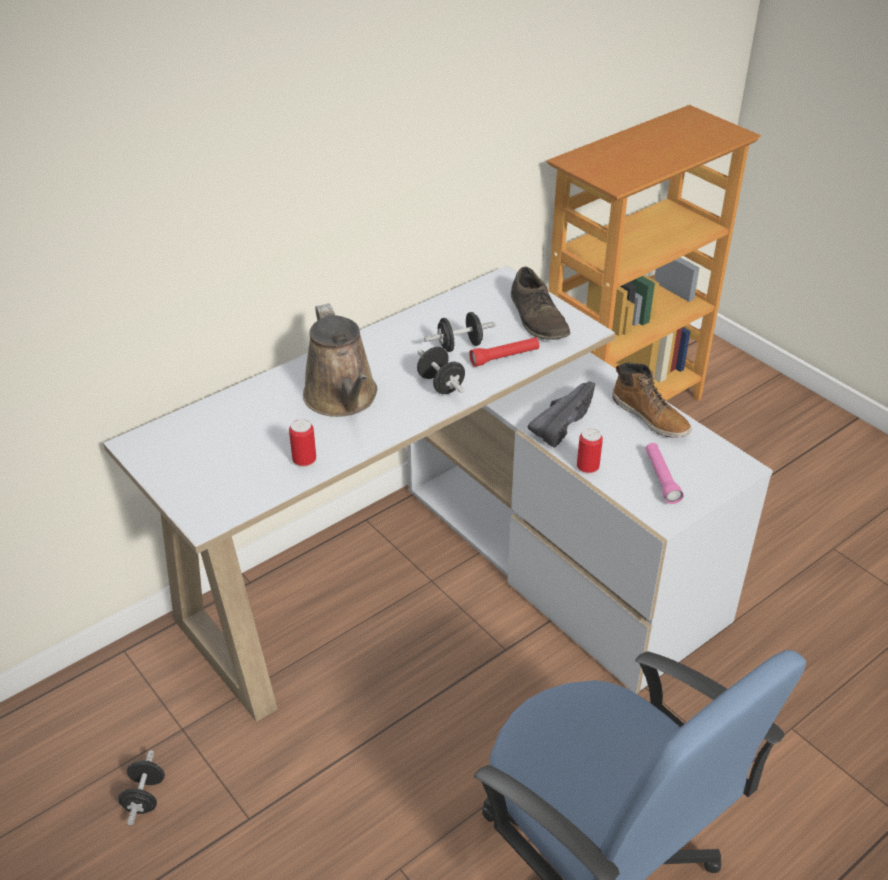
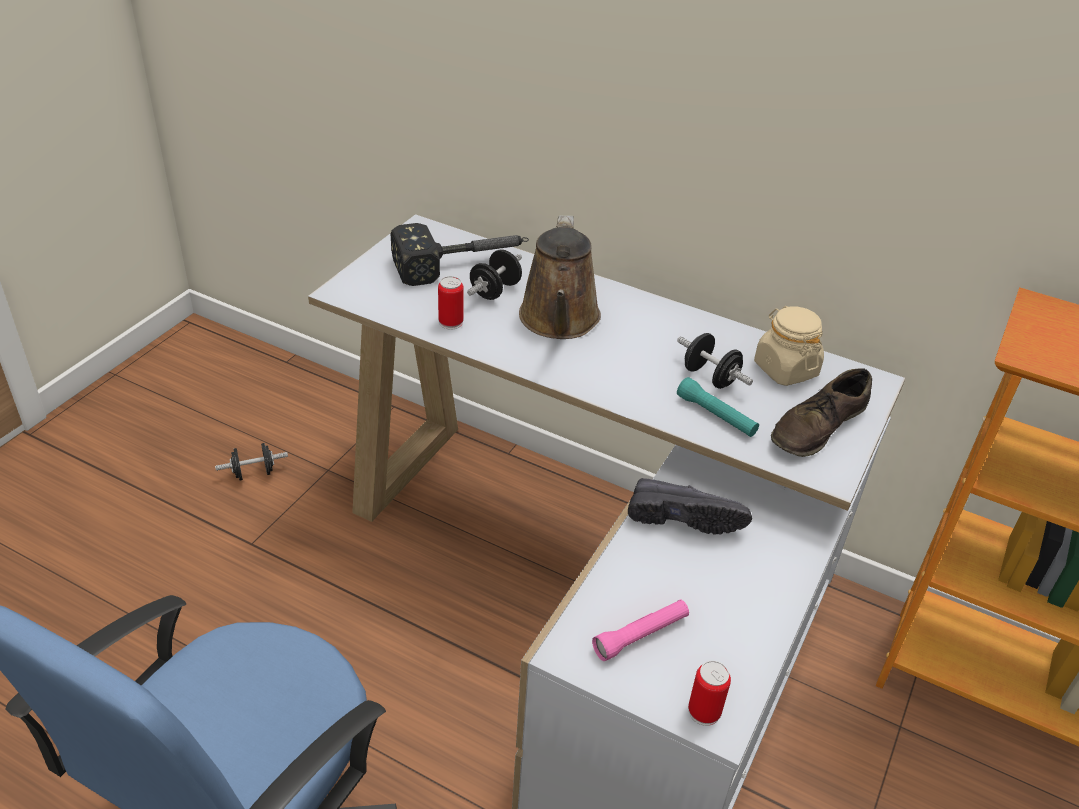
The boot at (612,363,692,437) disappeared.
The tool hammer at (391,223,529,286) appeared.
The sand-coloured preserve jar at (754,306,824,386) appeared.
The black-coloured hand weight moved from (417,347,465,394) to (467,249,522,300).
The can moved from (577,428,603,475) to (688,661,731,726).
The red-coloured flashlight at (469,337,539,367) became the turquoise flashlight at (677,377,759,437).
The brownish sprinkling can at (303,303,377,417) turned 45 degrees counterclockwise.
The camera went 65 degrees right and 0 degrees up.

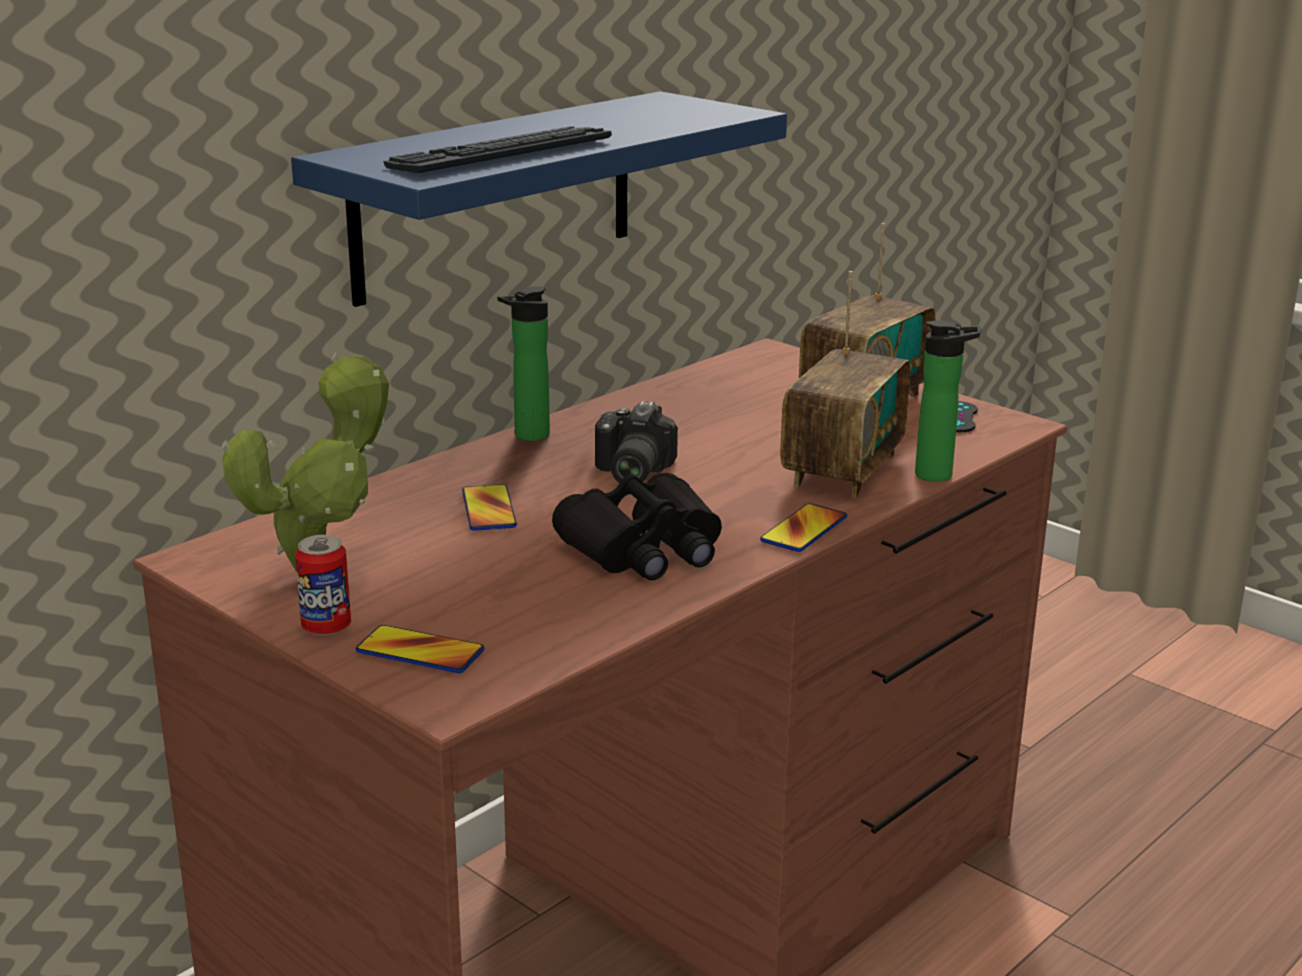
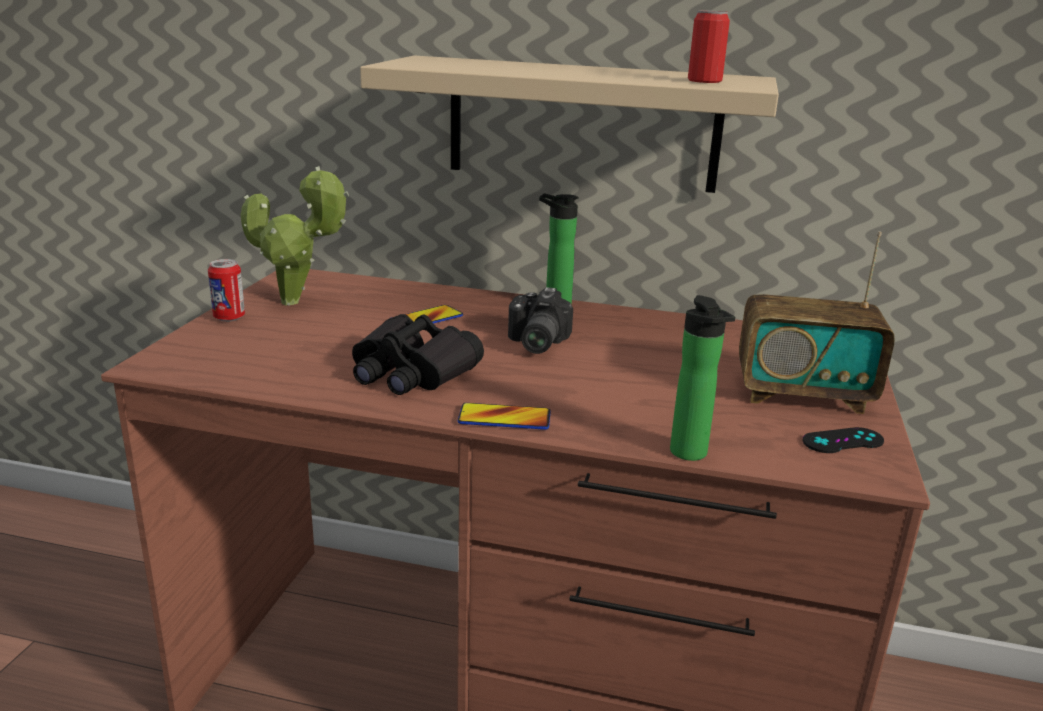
The phone at (356,625,484,673) disappeared.
The keyboard at (383,126,612,173) disappeared.
The radio at (780,271,911,499) disappeared.
The can at (688,10,730,83) appeared.
The bluish shelf at (291,91,787,307) became the sand-coloured shelf at (360,56,779,193).
The photo camera at (595,401,678,483) turned 60 degrees counterclockwise.
The camera went 60 degrees right and 0 degrees up.

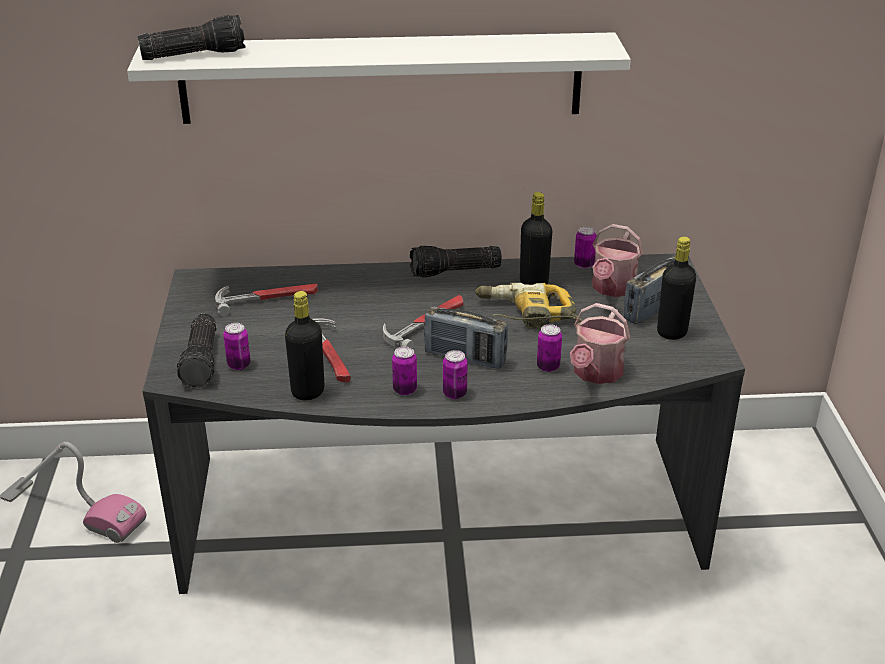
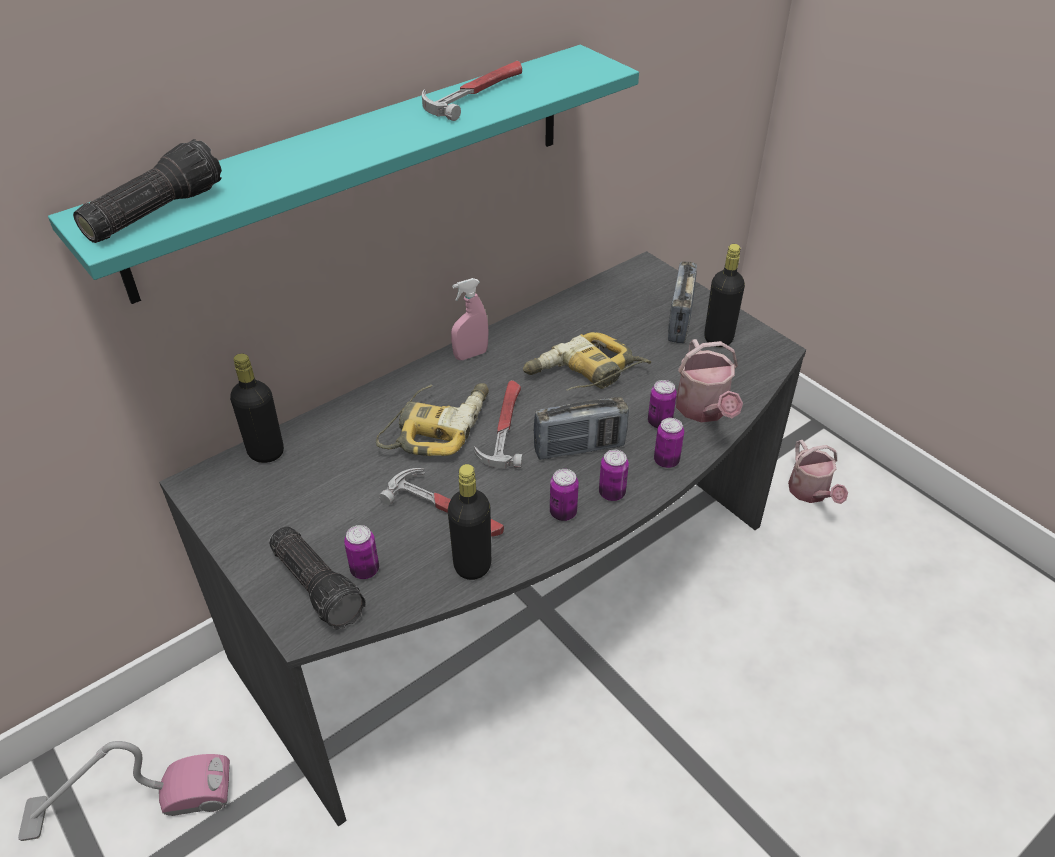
The drill at (376,383,489,456) appeared.
The tool hammer moved from (215,284,318,316) to (422,61,522,121).
The black-coloured bottle moved from (520,192,552,285) to (230,354,284,463).
The can moved from (574,227,597,269) to (654,418,684,468).
The sprinkling can moved from (592,224,643,297) to (788,440,848,504).
The flashlight at (410,246,502,278) was replaced by the pink hand sprayer at (451,278,488,360).
The white shelf at (127,32,631,124) became the turquoise shelf at (48,45,639,304).
The camera went 35 degrees left and 10 degrees up.

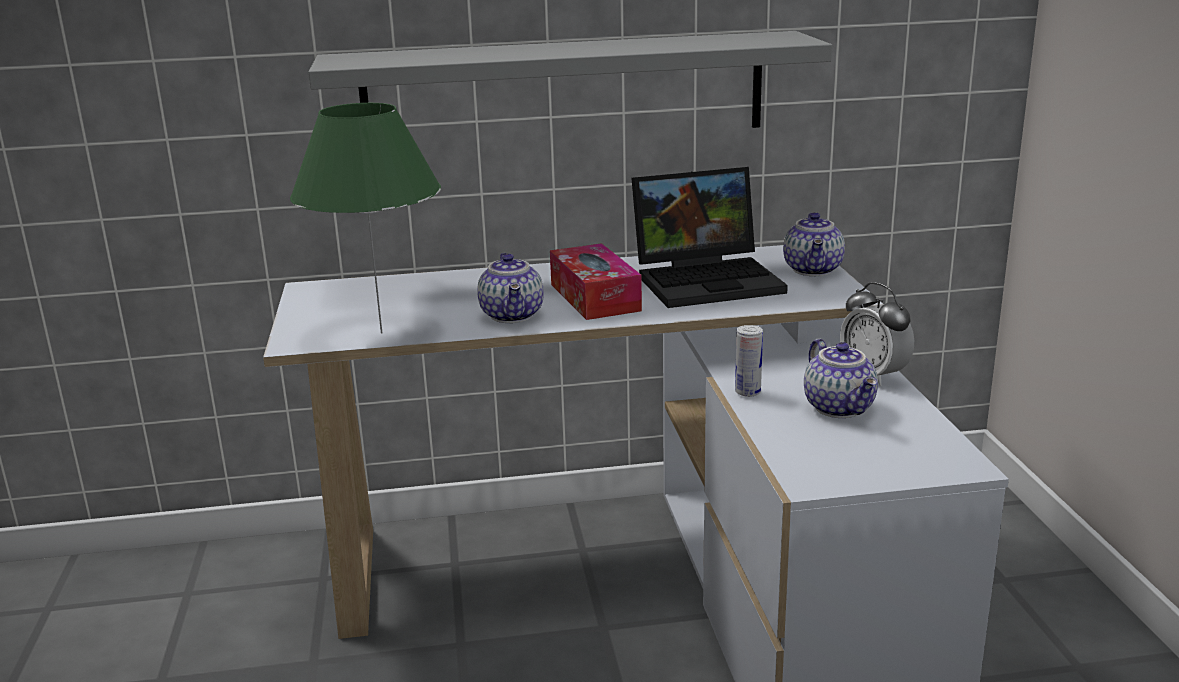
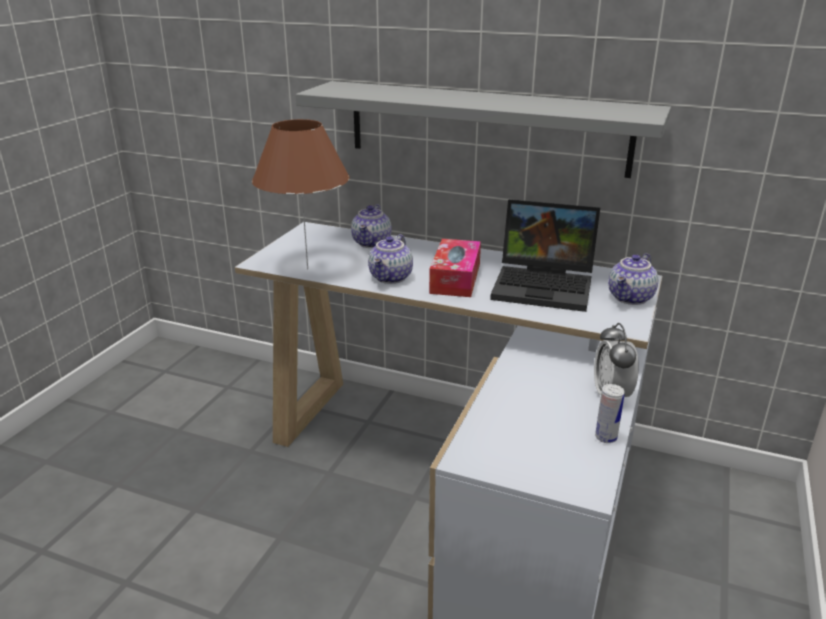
The can moved from (735,325,763,397) to (595,384,625,443).
The tea pot moved from (804,339,878,418) to (351,204,392,248).
The greenish lamp for a table at (290,103,441,334) became the brownish lamp for a table at (252,119,349,269).
The camera went 30 degrees right and 5 degrees up.

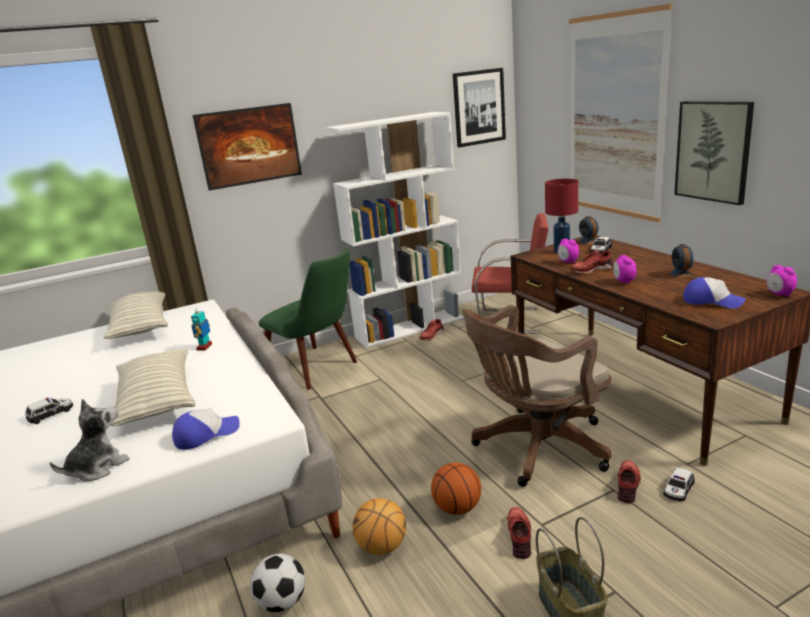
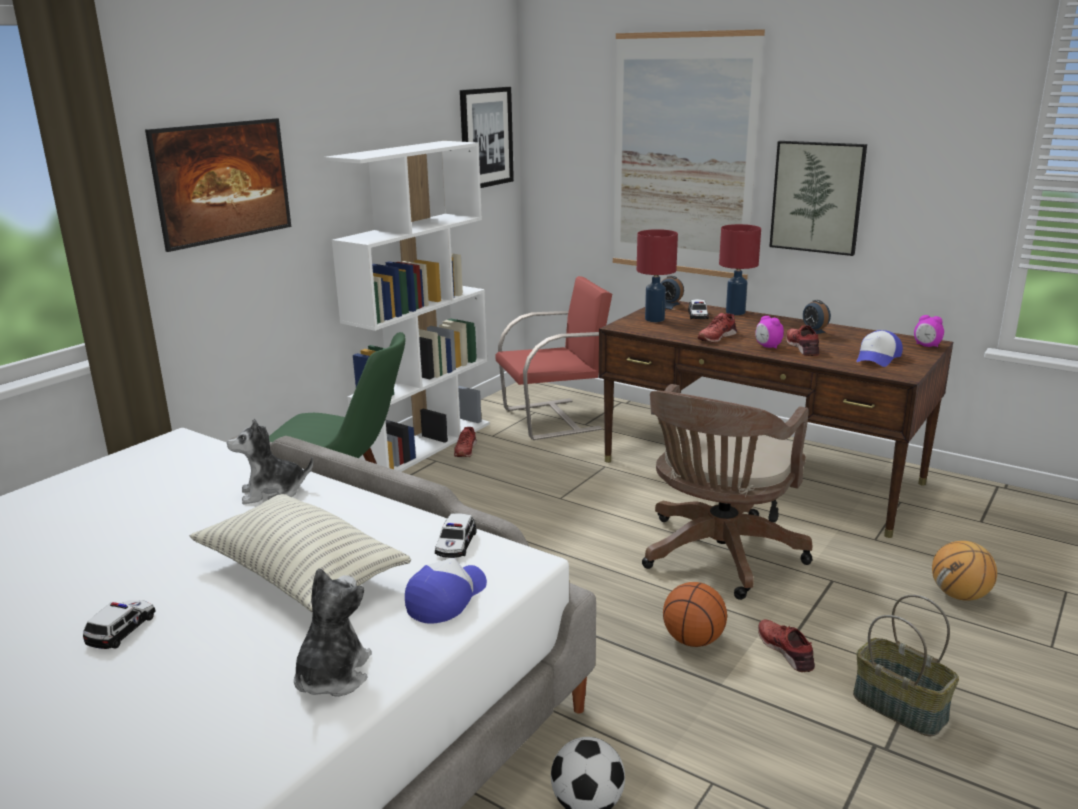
The pillow at (104,291,168,339) disappeared.
The table clock at (557,238,579,263) disappeared.
The red-coloured lamp for a table at (719,224,761,315) appeared.
The ball for basketball moved from (353,498,406,555) to (932,541,997,601).
The red-coloured shoe moved from (617,460,641,503) to (786,325,819,356).
The model car moved from (663,467,694,501) to (435,513,477,558).
The model robot at (191,307,212,351) was replaced by the soft toy at (227,419,313,504).
The cap at (683,277,746,309) turned 120 degrees clockwise.
The camera went 30 degrees left and 0 degrees up.

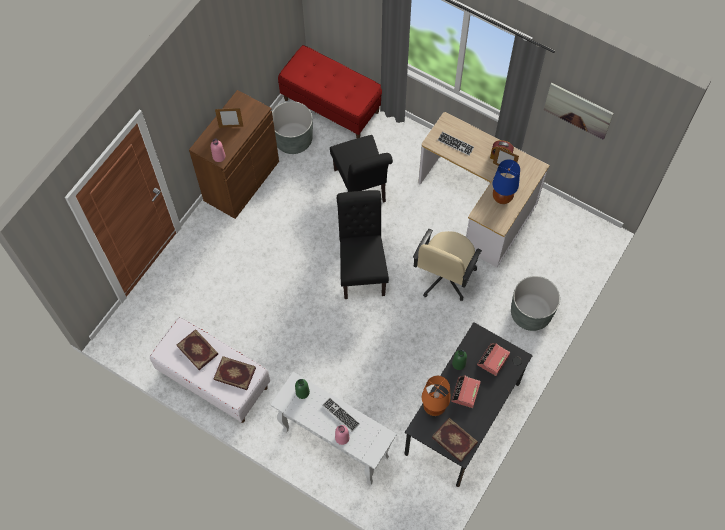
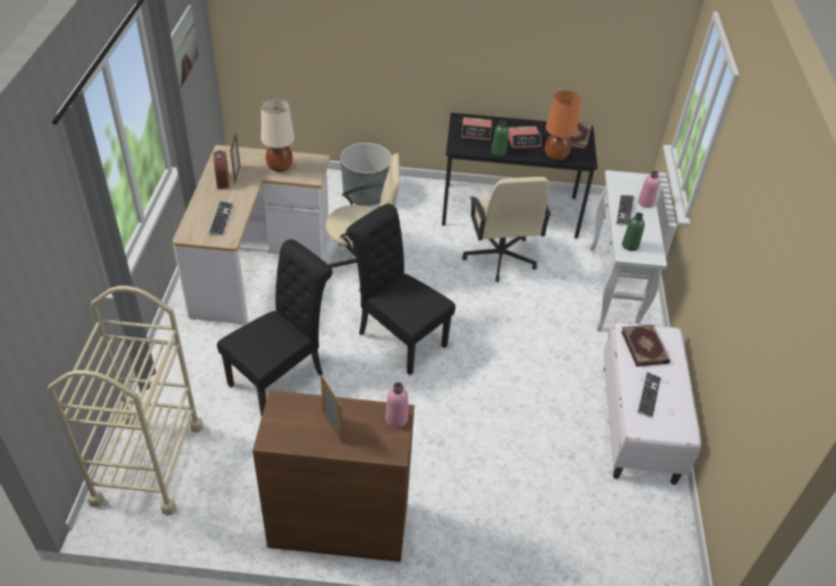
The gray flower pot at (272,101,313,154) disappeared.
The sand-coloured computer chair at (462,177,551,282) appeared.
The volume at (177,329,218,370) was replaced by the keyboard at (637,372,661,418).
The red-coloured long seat at (278,45,382,138) was replaced by the sand-coloured cart at (48,286,203,515).
The bluish lamp for a table at (492,160,520,204) became the sand-coloured lamp for a table at (261,99,294,172).
The black-coloured chair at (337,190,389,299) turned 75 degrees clockwise.
The camera went 120 degrees left and 20 degrees down.

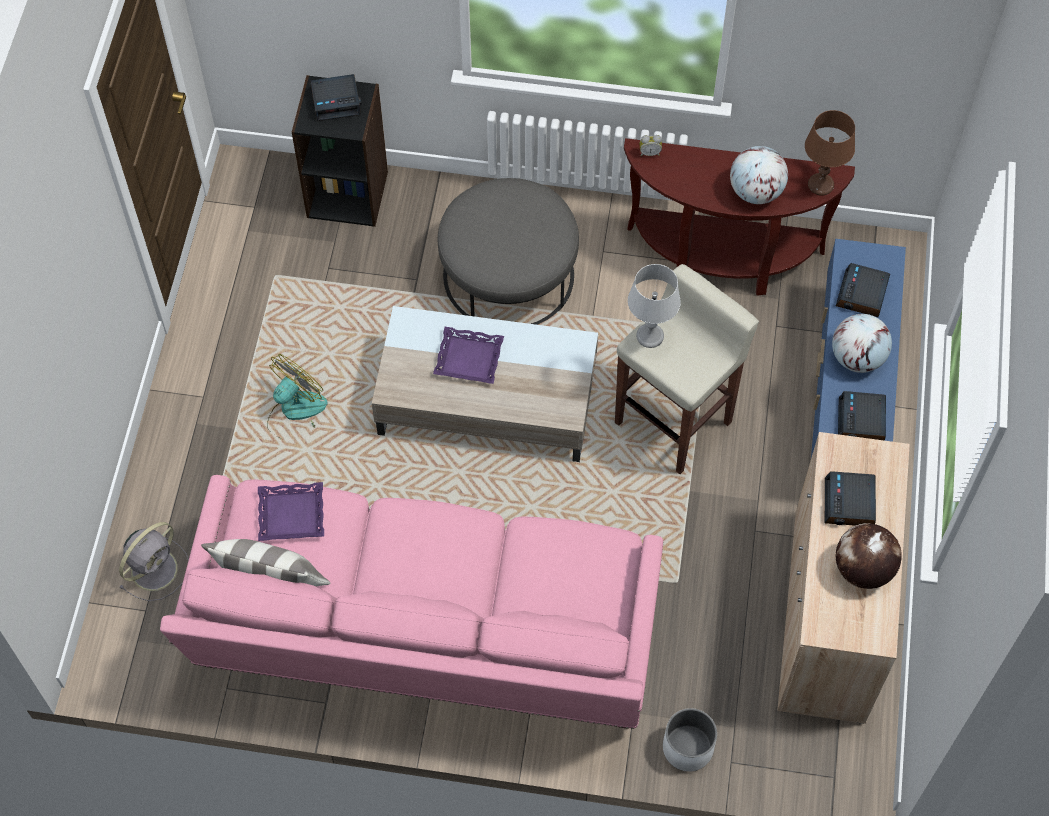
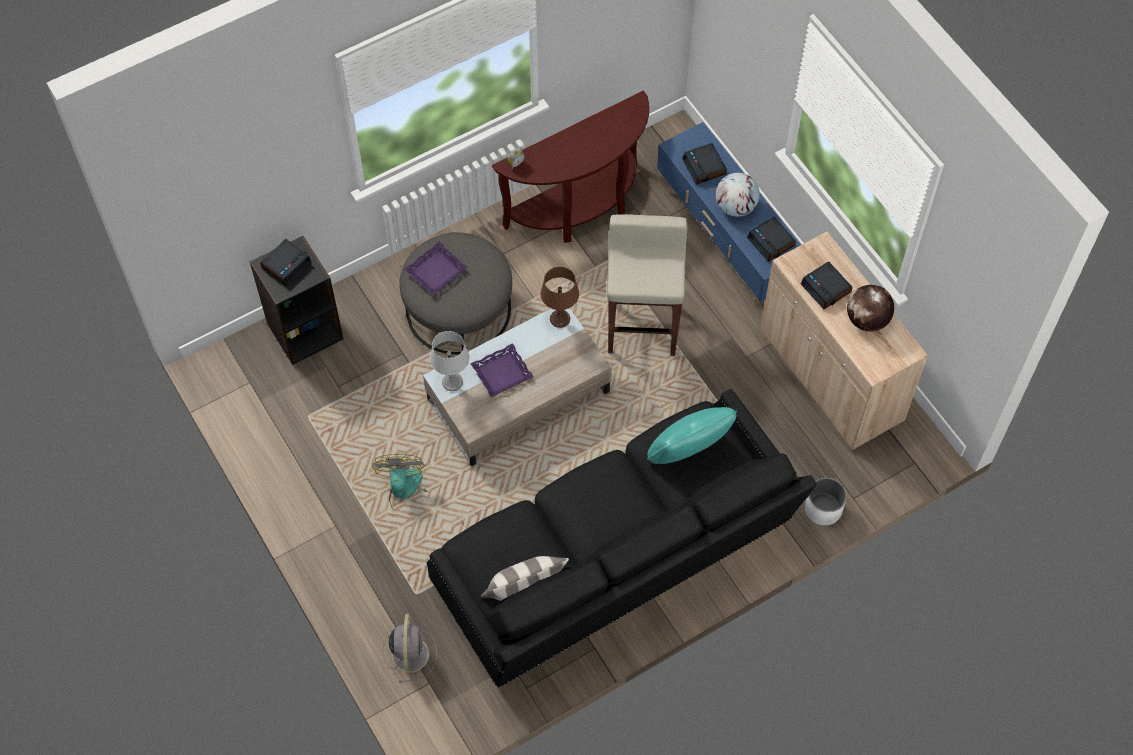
The world globe at (730,146,788,204) disappeared.
The turquoise pillow at (647,407,737,464) appeared.
The purple-coloured tray moved from (258,482,324,541) to (404,242,468,295).
The gray lamp for a table moved from (628,264,681,348) to (430,331,470,391).
The brownish lamp for a table moved from (805,110,855,196) to (541,267,579,328).
The pink settee at (160,475,664,729) became the black-coloured settee at (426,389,817,687).
The camera went 40 degrees left and 0 degrees up.

